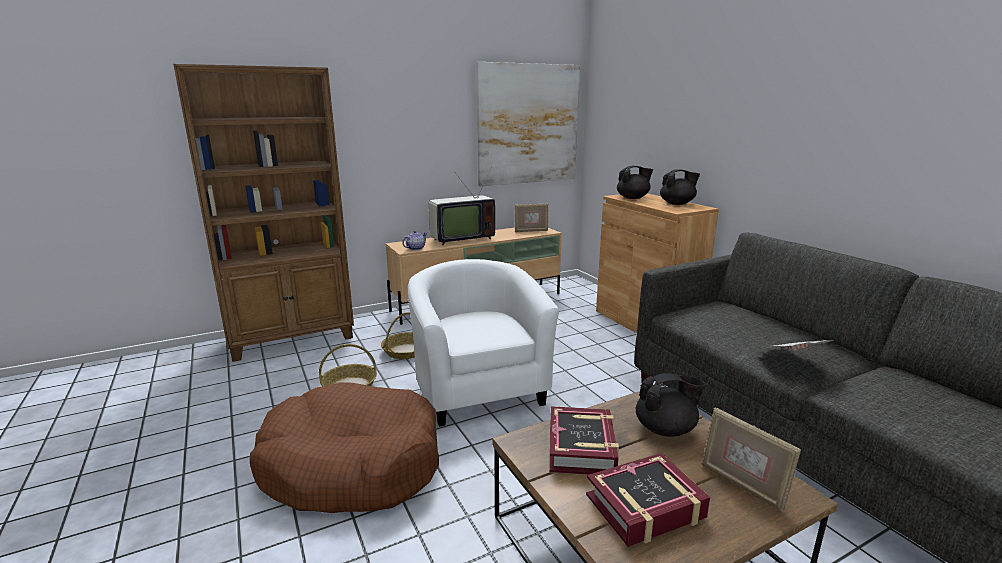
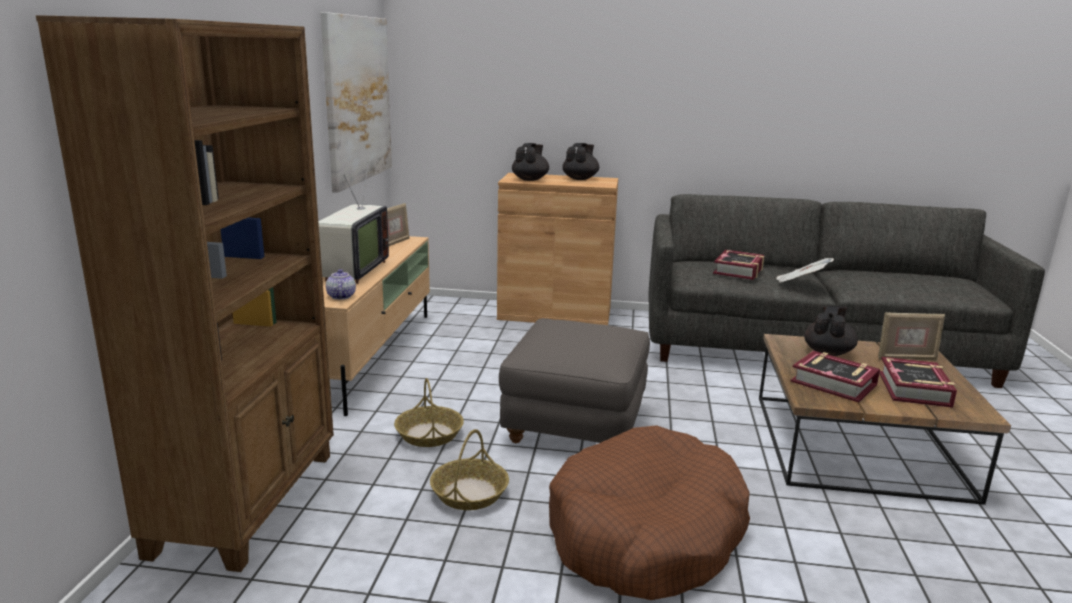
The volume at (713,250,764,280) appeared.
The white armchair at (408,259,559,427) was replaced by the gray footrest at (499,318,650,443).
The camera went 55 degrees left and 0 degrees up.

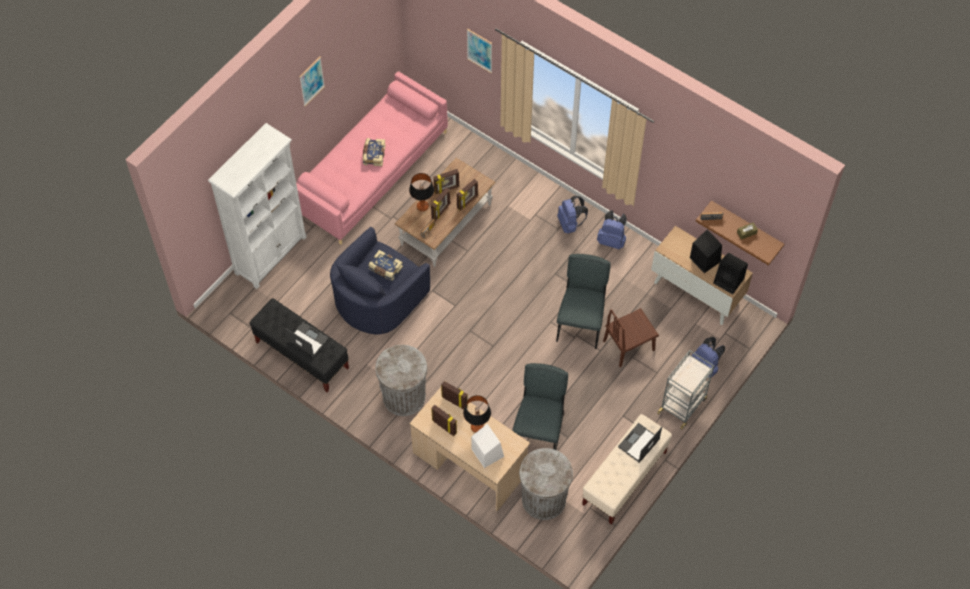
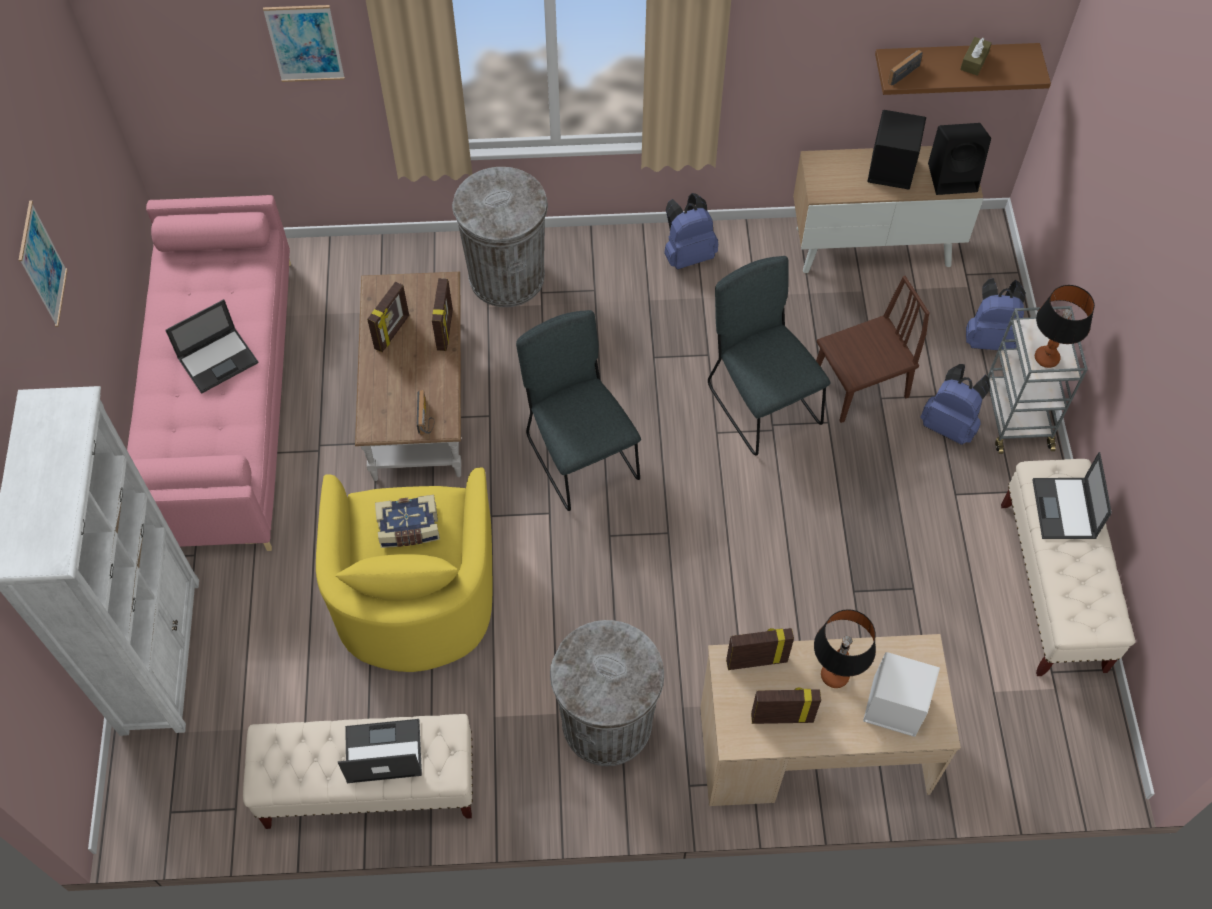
The standing frame at (431,188,450,221) disappeared.
The lamp for a table moved from (409,173,434,211) to (1035,285,1095,368).
The gray chair moved from (512,363,568,450) to (516,310,641,511).
The gray trash can moved from (519,448,573,520) to (452,167,548,307).
The bluish backpack moved from (557,196,588,234) to (921,364,990,445).
The volume at (363,138,386,166) was replaced by the laptop at (165,299,258,393).
The black-coloured long seat at (250,298,349,392) became the sand-coloured long seat at (243,714,473,829).
The bluish armchair at (330,227,430,334) became the yellow-coloured armchair at (316,467,493,672).
The brownish chair at (603,308,659,367) turned 135 degrees counterclockwise.
The camera went 40 degrees left and 0 degrees up.

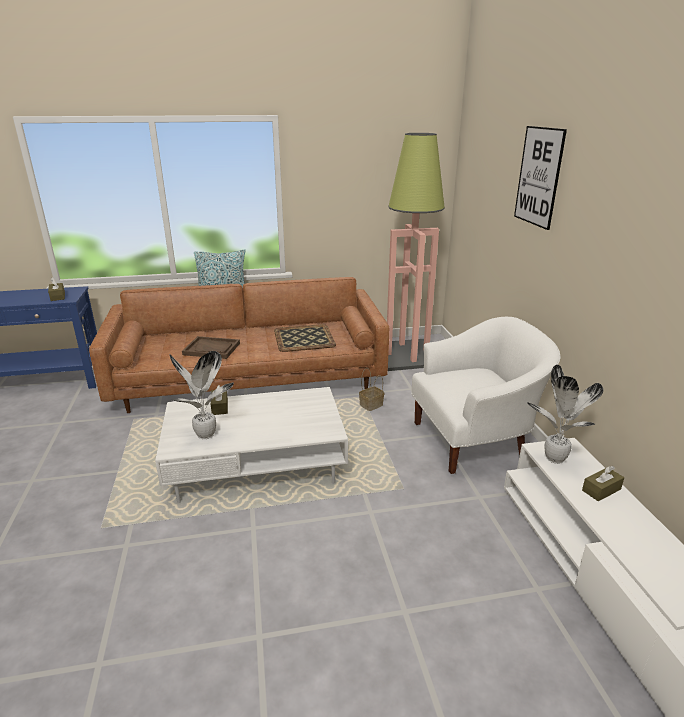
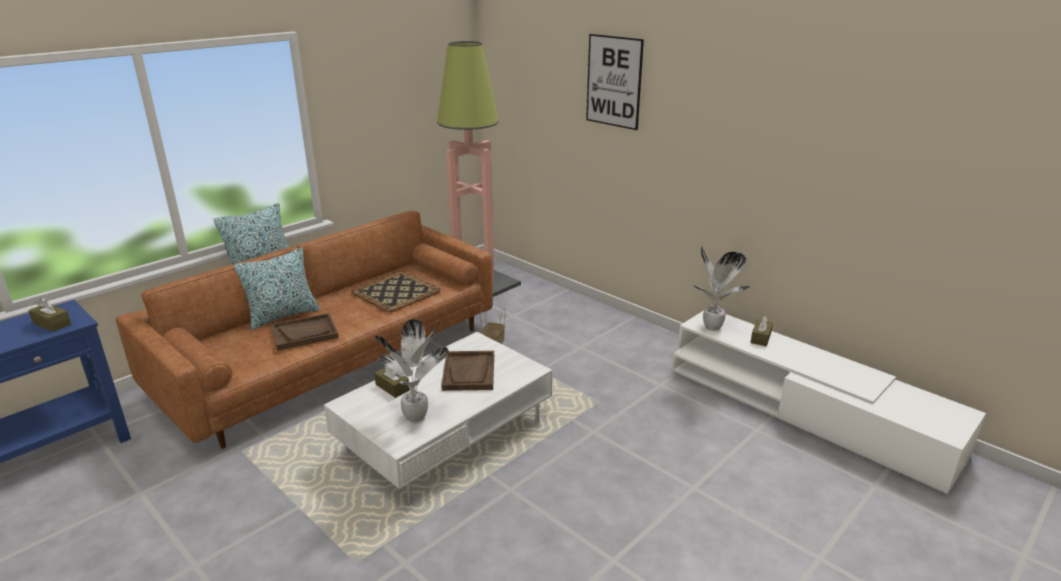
The white armchair at (411,317,560,474) disappeared.
The pillow at (234,247,320,330) appeared.
The brownish tray at (441,351,494,391) appeared.
The camera went 35 degrees left and 0 degrees up.

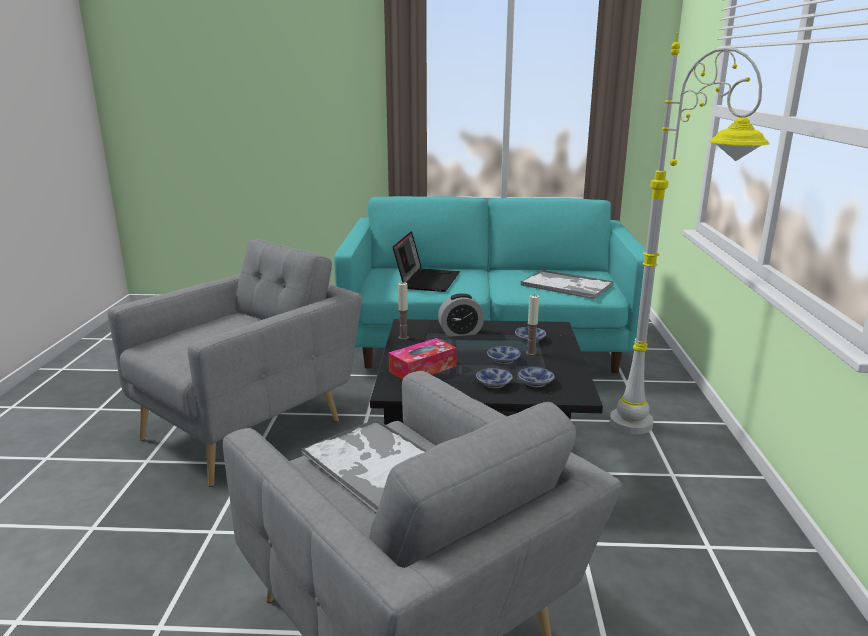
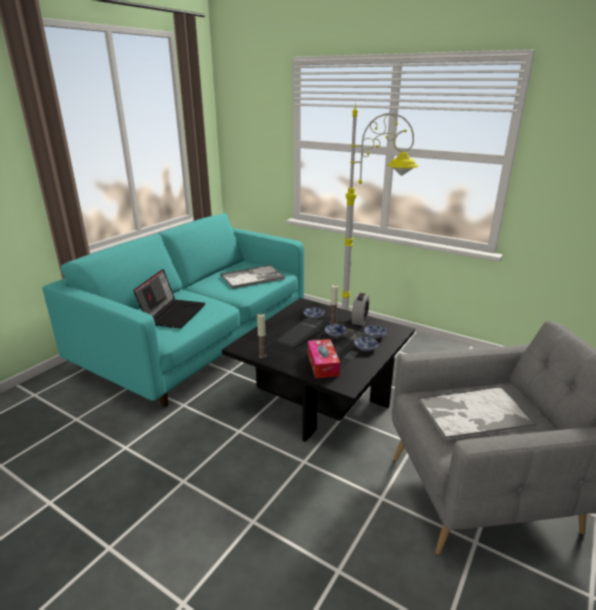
The gray armchair at (108,239,362,487) disappeared.
The table clock moved from (438,293,484,337) to (352,293,369,326).
The laptop at (393,231,460,292) turned 60 degrees clockwise.
The camera went 60 degrees left and 5 degrees up.

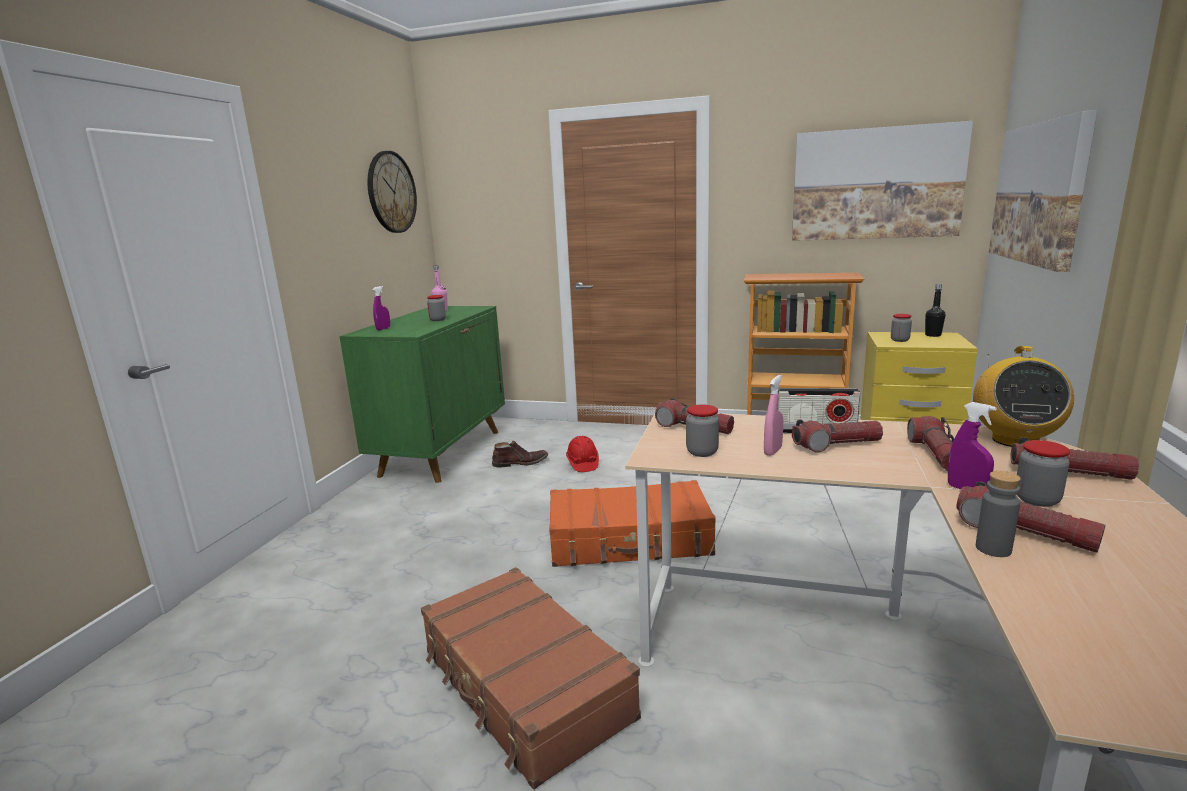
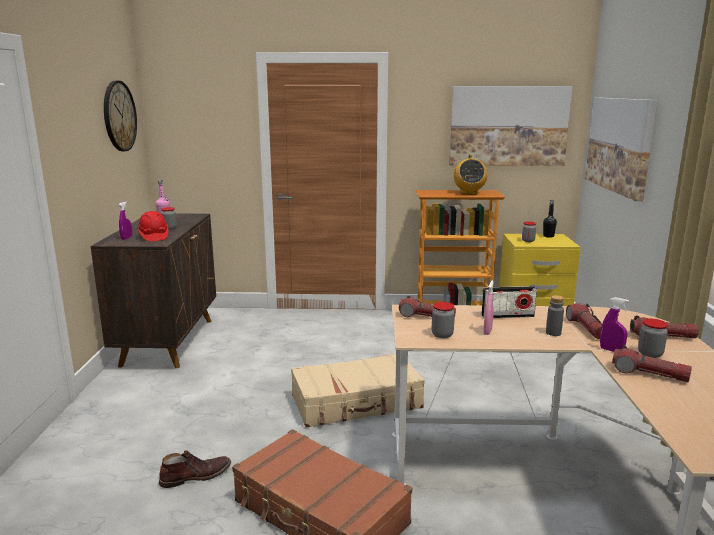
The flashlight at (792,419,883,452) disappeared.
The brownish boot moved from (492,441,548,467) to (159,450,231,488).
The red-coloured hard hat moved from (566,436,599,472) to (137,211,169,241).
The radio moved from (973,346,1074,447) to (454,154,487,195).
The gray bottle moved from (976,471,1021,557) to (546,295,564,336).
The greenish cupboard at (339,306,505,483) became the brownish cupboard at (91,214,216,368).
The orangey piece of luggage at (549,480,716,567) became the sand-coloured piece of luggage at (291,354,425,428).
The camera went 15 degrees left and 0 degrees up.

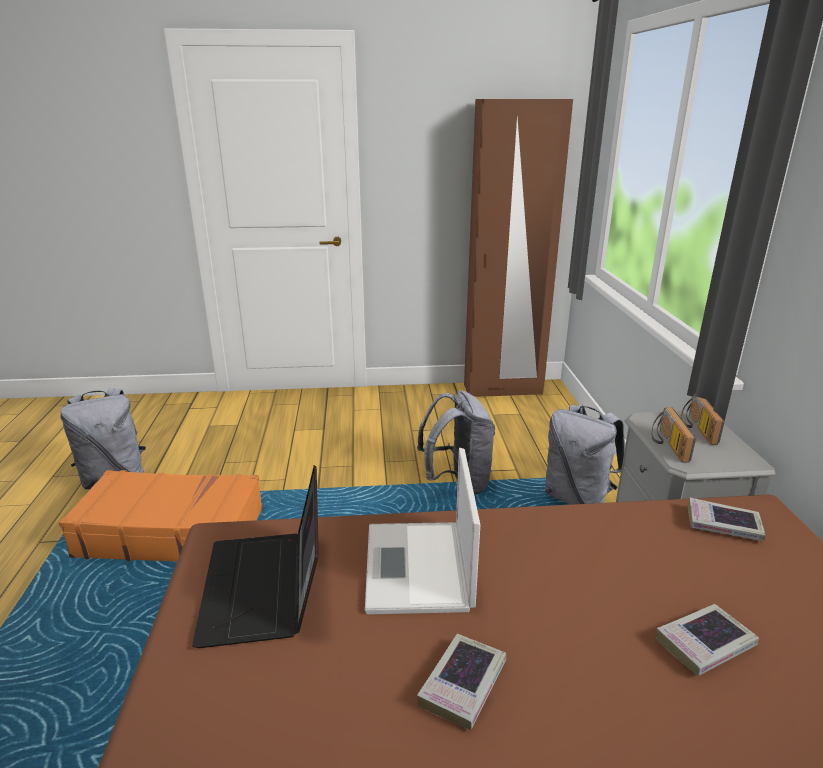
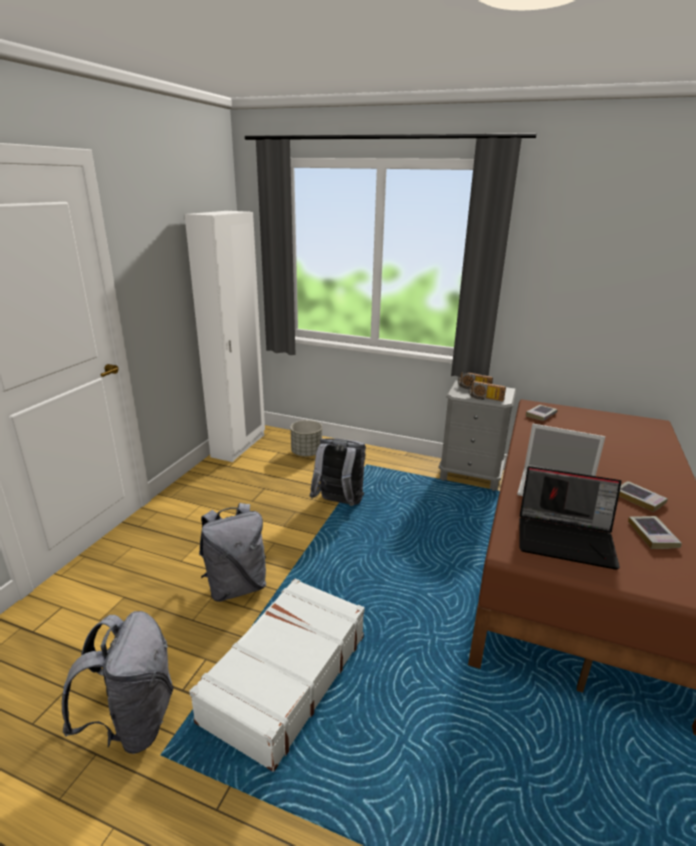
The gray flower pot at (290,420,322,457) appeared.
The gray backpack moved from (545,404,625,505) to (199,503,266,602).
The volume moved from (655,604,759,676) to (628,516,682,549).
The orangey piece of luggage at (59,470,263,562) became the white piece of luggage at (189,578,365,772).
The brownish clothes cupboard at (464,99,573,397) became the white clothes cupboard at (184,211,265,462).
The camera went 65 degrees left and 0 degrees up.

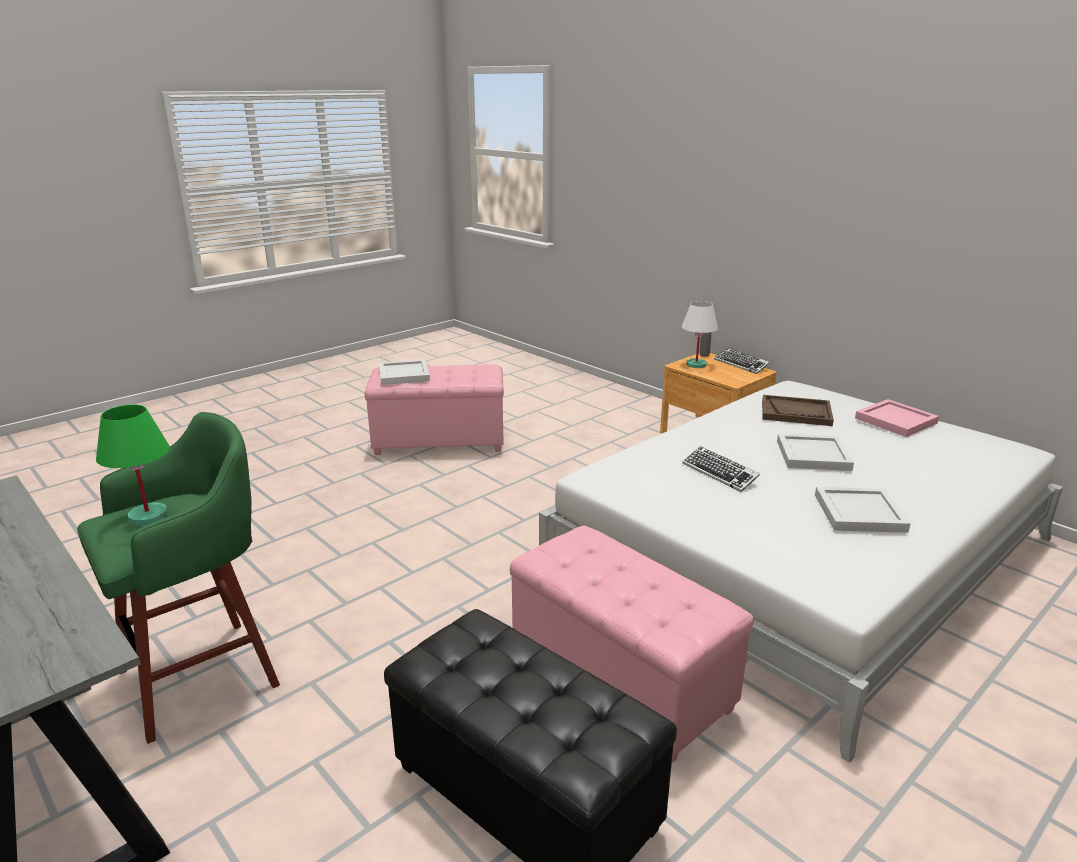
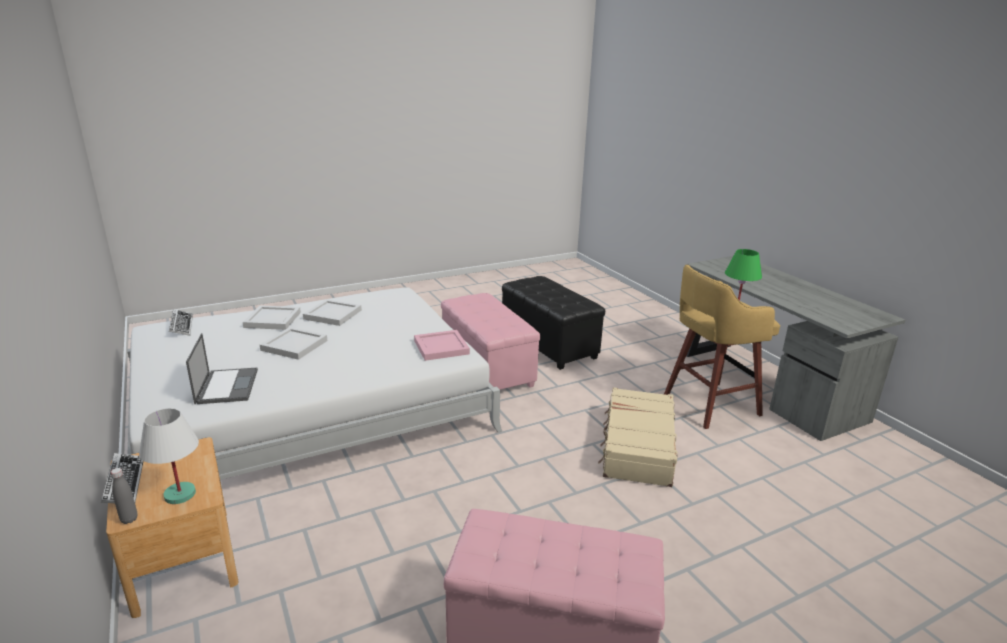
The sand-coloured piece of luggage at (598,387,677,487) appeared.
The white tray moved from (379,360,430,385) to (243,305,301,330).
The keyboard moved from (682,446,760,492) to (169,309,193,336).
The pink tray moved from (855,399,939,437) to (414,330,470,361).
The brownish tray at (762,395,834,426) was replaced by the laptop at (186,333,258,404).
The greenish stool at (77,412,280,744) became the yellow-coloured stool at (664,264,780,429).
The camera went 165 degrees left and 0 degrees up.

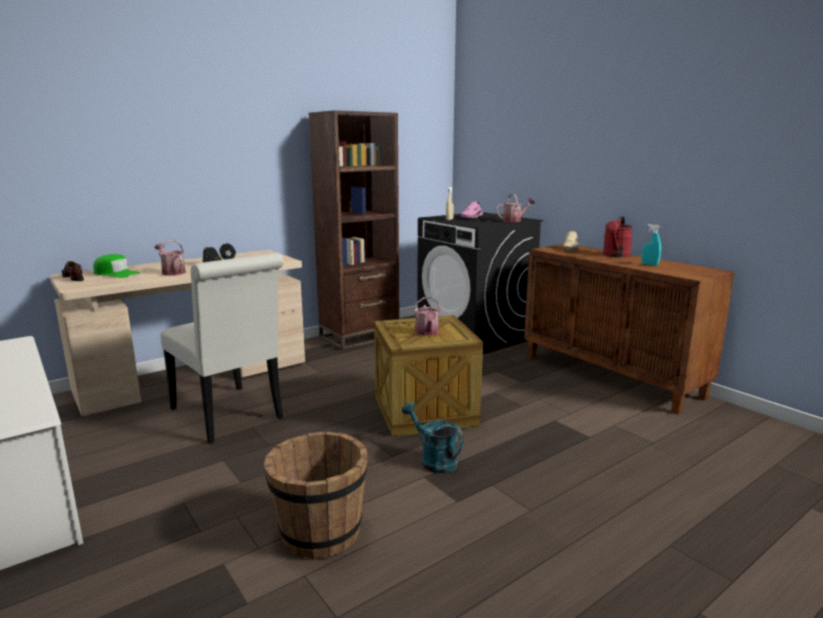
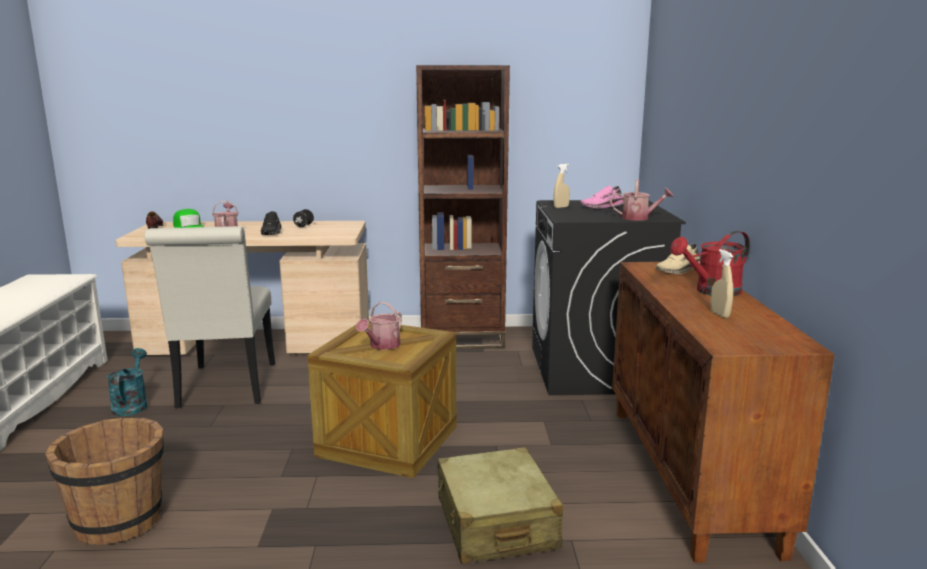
The sand-coloured piece of luggage at (438,447,563,564) appeared.
The turquoise sprinkling can moved from (402,402,464,474) to (107,348,148,416).
The turquoise hand sprayer at (642,224,661,266) became the sand-coloured hand sprayer at (710,249,733,318).
The camera went 35 degrees right and 0 degrees up.

